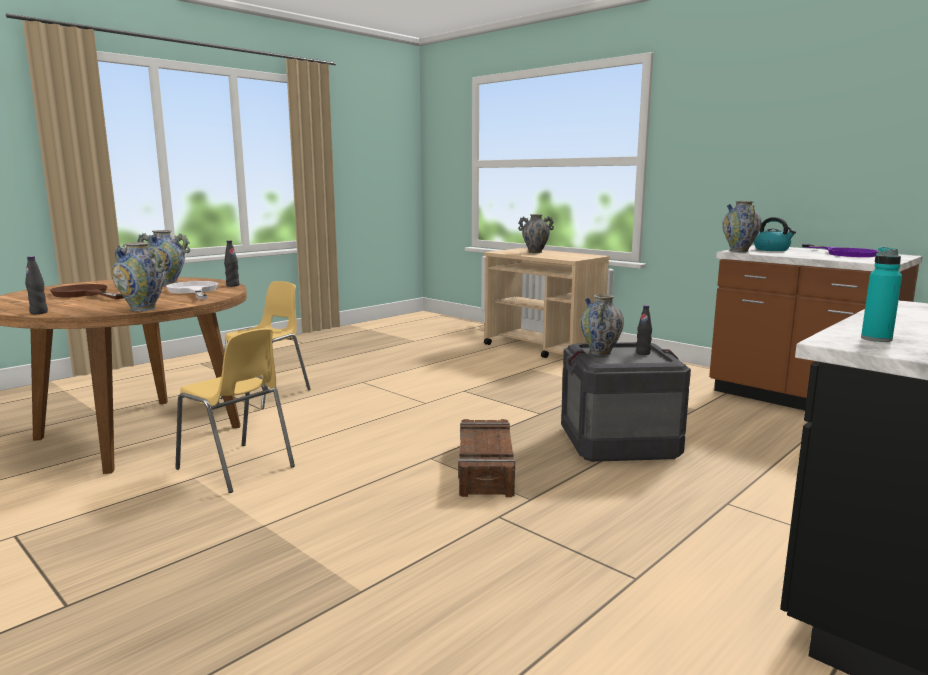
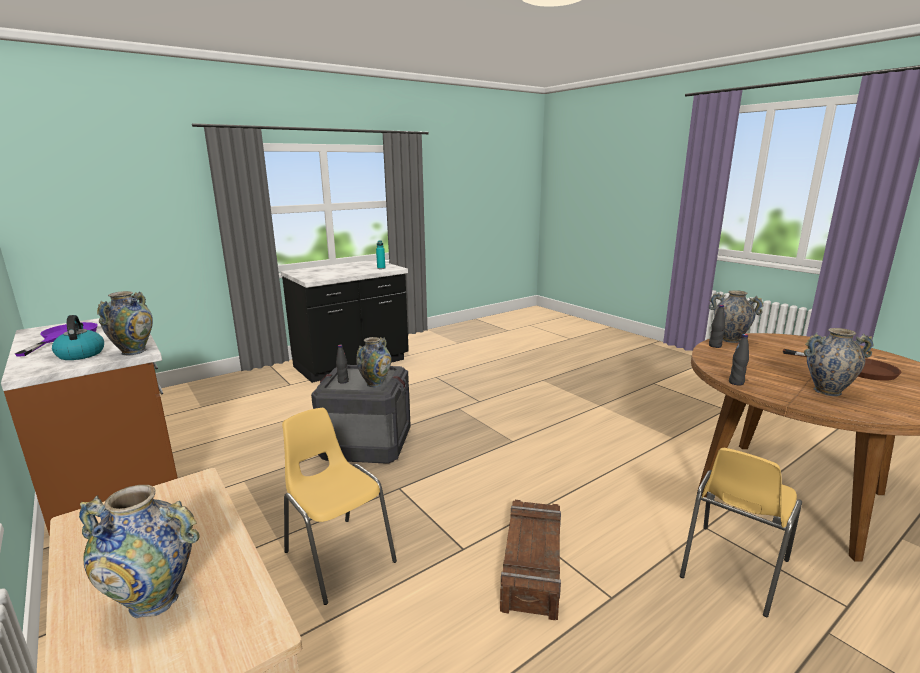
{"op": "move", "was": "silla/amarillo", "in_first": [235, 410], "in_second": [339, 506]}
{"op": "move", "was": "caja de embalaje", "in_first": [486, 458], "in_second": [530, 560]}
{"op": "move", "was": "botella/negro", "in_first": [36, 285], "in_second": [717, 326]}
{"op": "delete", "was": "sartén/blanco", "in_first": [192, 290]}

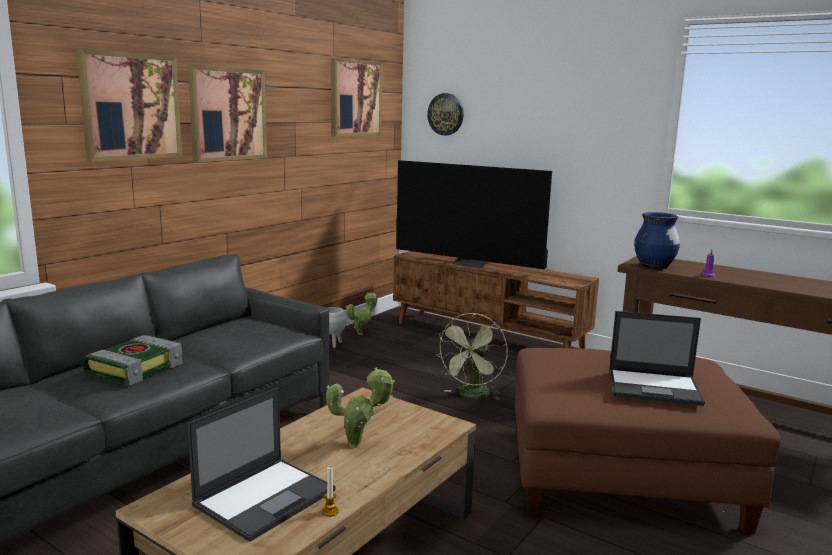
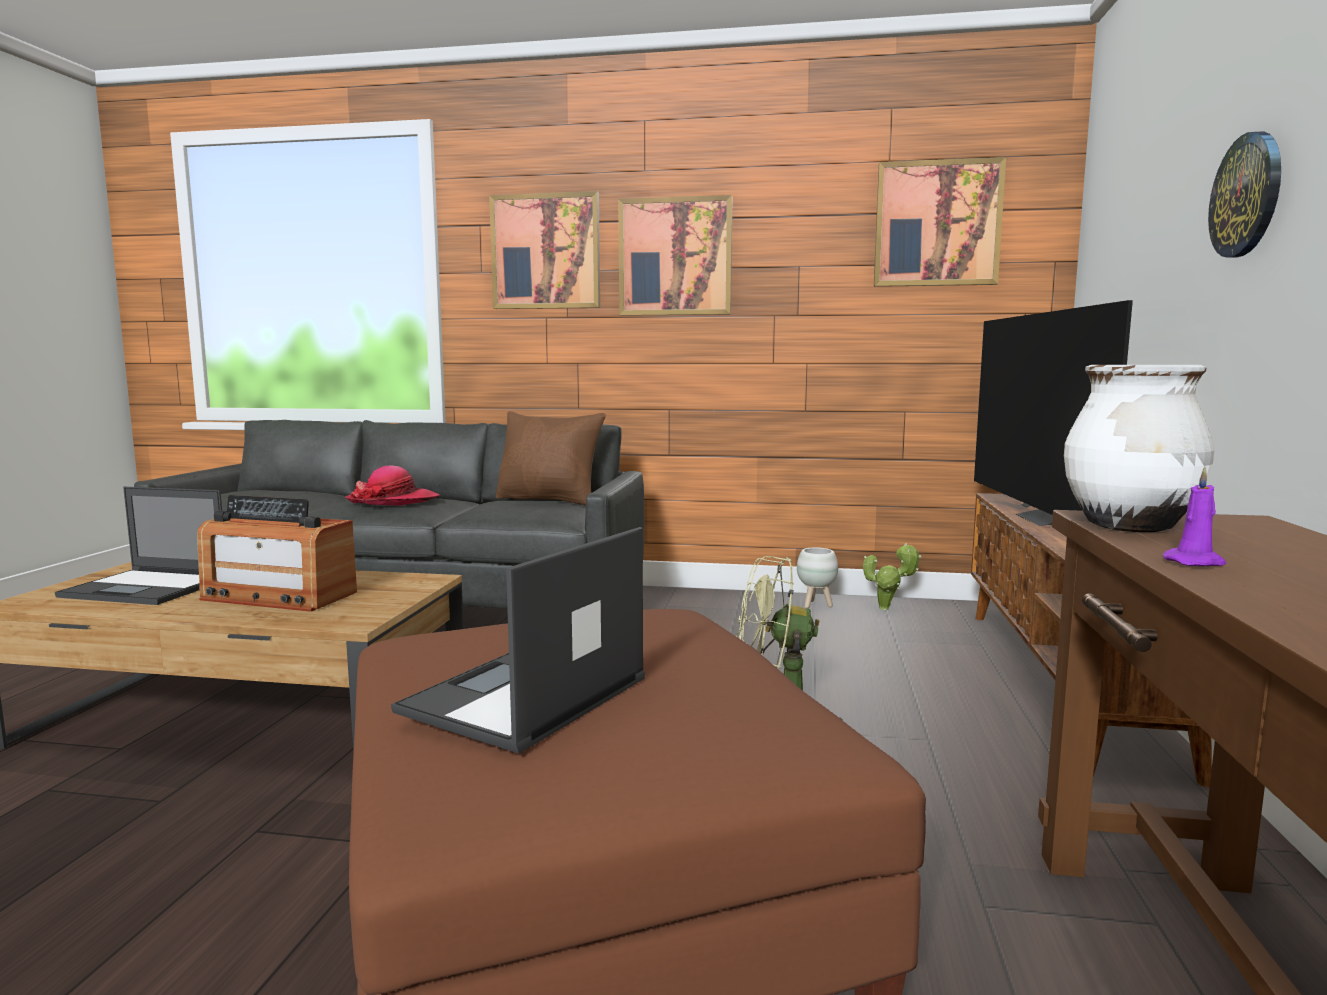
{"op": "replace", "was": "planta en maceta", "now": "radio", "in_first": [360, 407], "in_second": [277, 553]}
{"op": "replace", "was": "libro", "now": "sombrero", "in_first": [133, 360], "in_second": [392, 485]}
{"op": "rotate", "was": "portátil", "in_first": [657, 358], "in_second": [518, 640], "clockwise": 45}
{"op": "insert", "now": "cojín/marrón", "in_second": [550, 458]}
{"op": "recolor", "was": "florero/azul", "now": "florero/blanco", "in_first": [657, 241], "in_second": [1139, 448]}
{"op": "move", "was": "reloj de pared", "in_first": [445, 114], "in_second": [1244, 194]}
{"op": "delete", "was": "vela", "in_first": [330, 492]}

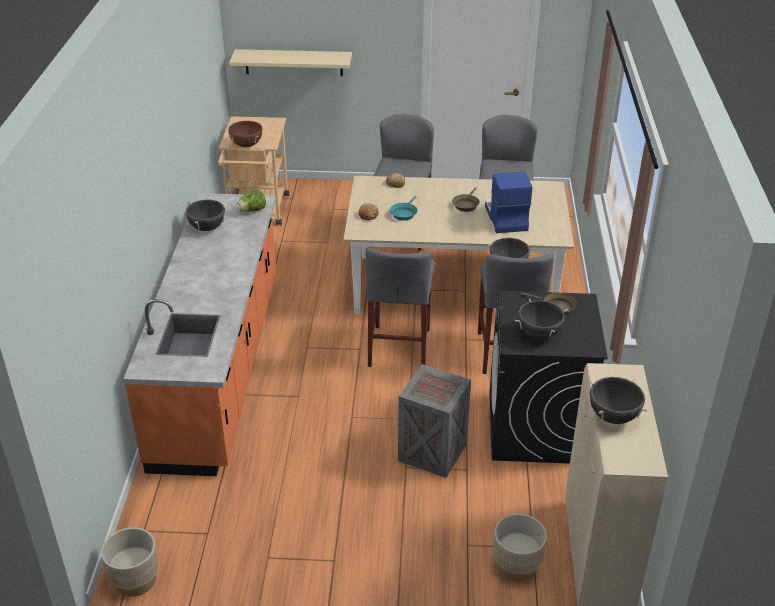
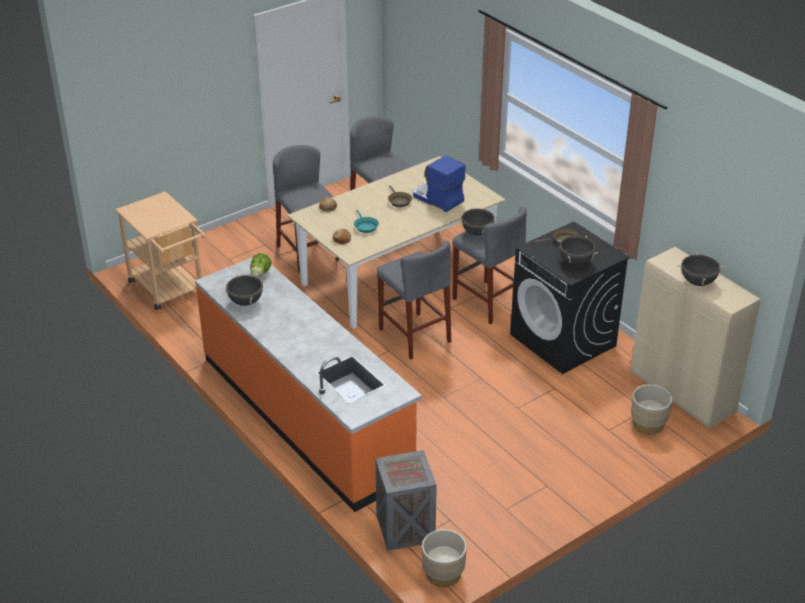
{"op": "move", "was": "caja de embalaje", "in_first": [434, 421], "in_second": [406, 500]}
{"op": "delete", "was": "olla/marrón", "in_first": [245, 134]}
{"op": "delete", "was": "estante/beis", "in_first": [290, 62]}

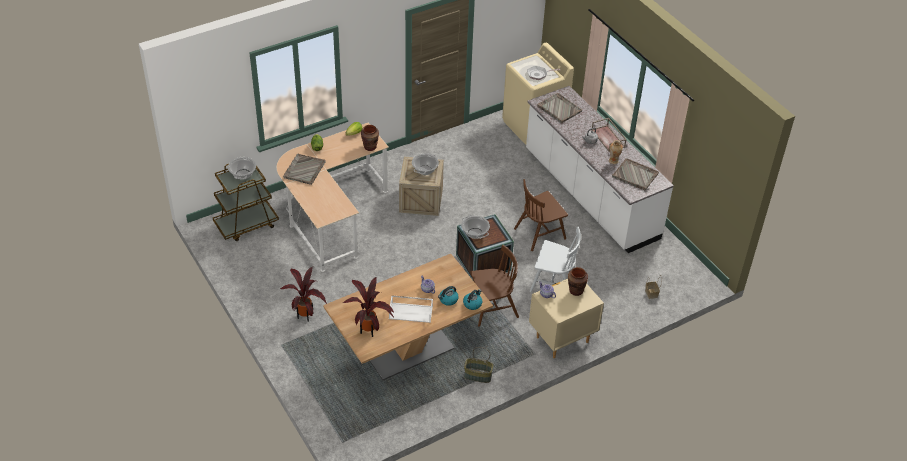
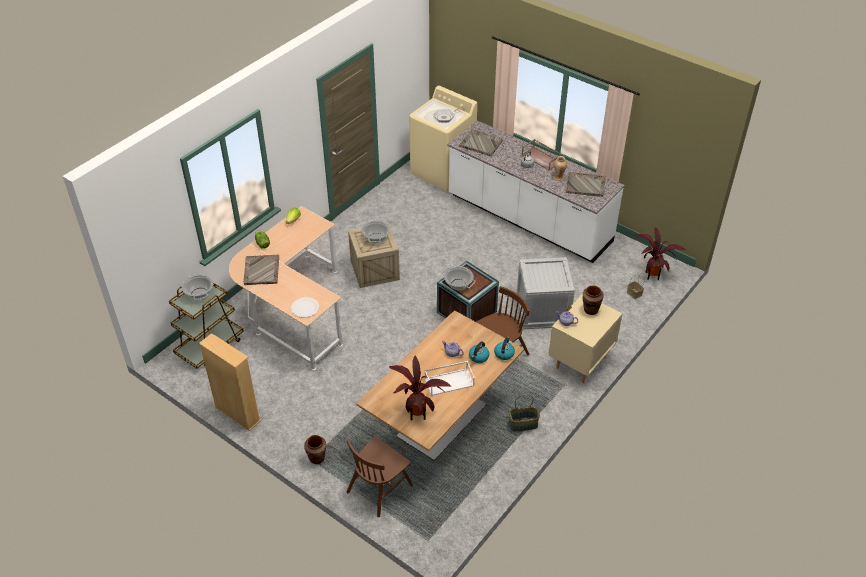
{"op": "insert", "now": "estantería/beis", "in_second": [230, 382]}
{"op": "insert", "now": "plato/blanco", "in_second": [305, 307]}
{"op": "move", "was": "florero/marrón", "in_first": [370, 138], "in_second": [315, 449]}
{"op": "move", "was": "silla/marrón", "in_first": [541, 215], "in_second": [379, 476]}
{"op": "replace", "was": "silla/blanco", "now": "caja de embalaje", "in_first": [555, 259], "in_second": [546, 293]}
{"op": "move", "was": "planta en maceta", "in_first": [303, 294], "in_second": [661, 253]}

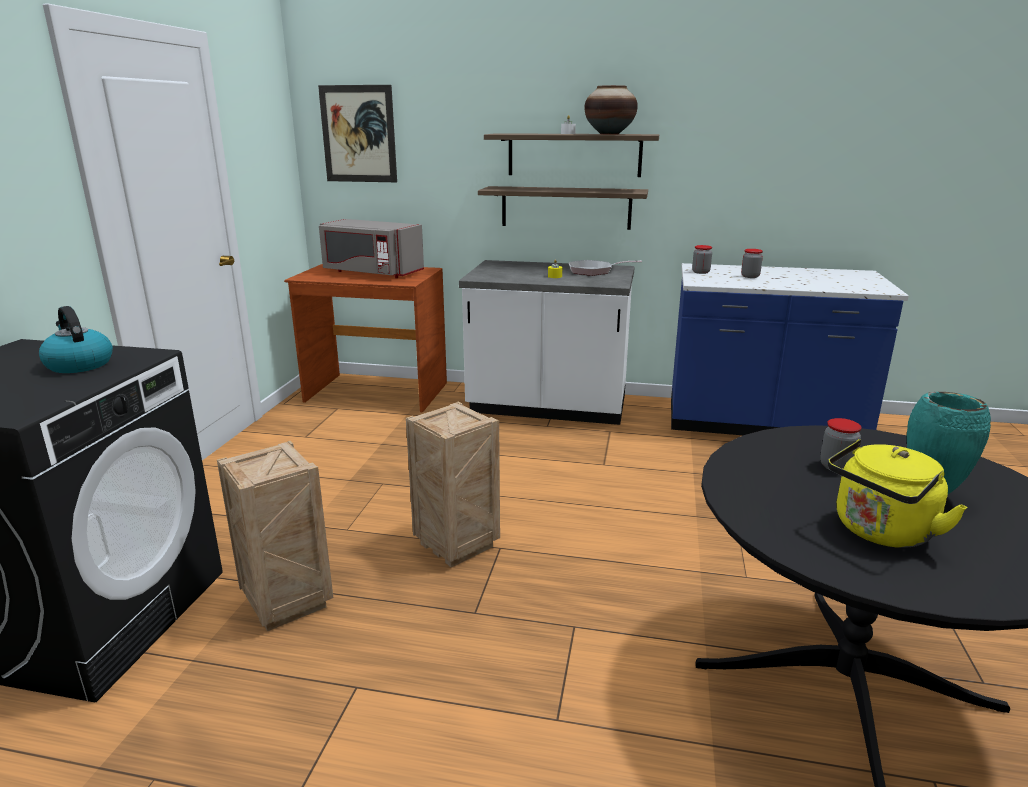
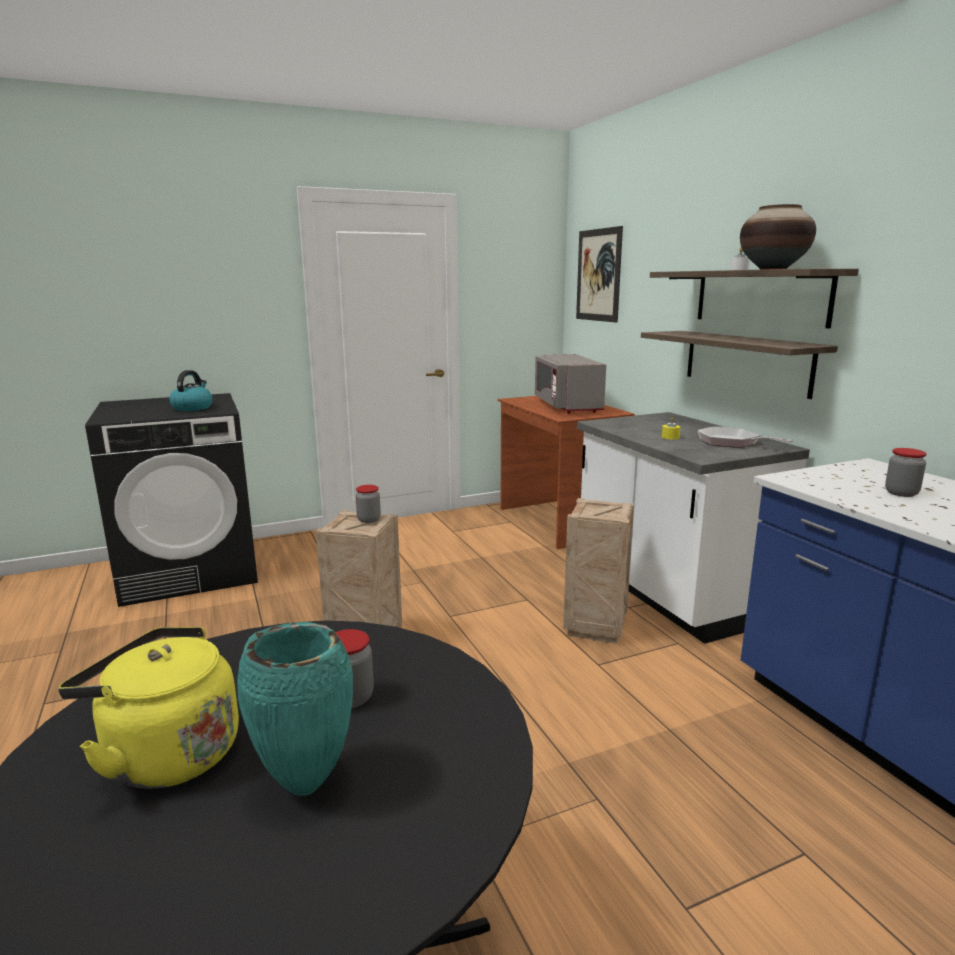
{"op": "move", "was": "tarro", "in_first": [702, 259], "in_second": [368, 504]}
{"op": "move", "was": "caja de embalaje", "in_first": [275, 536], "in_second": [598, 570]}

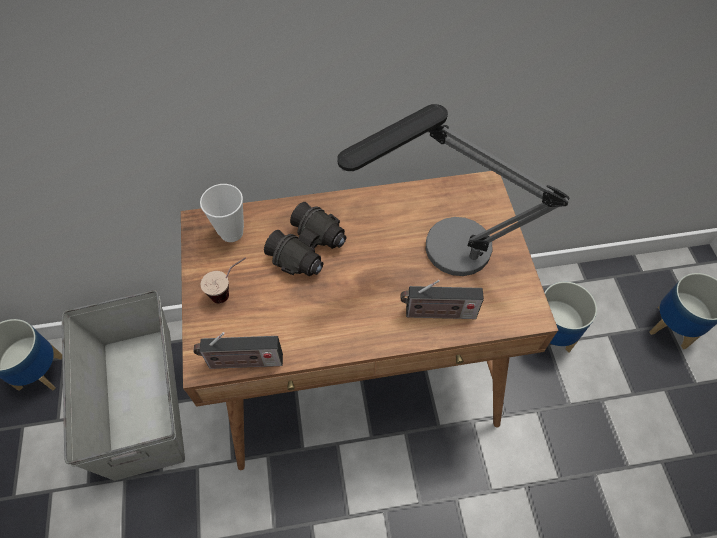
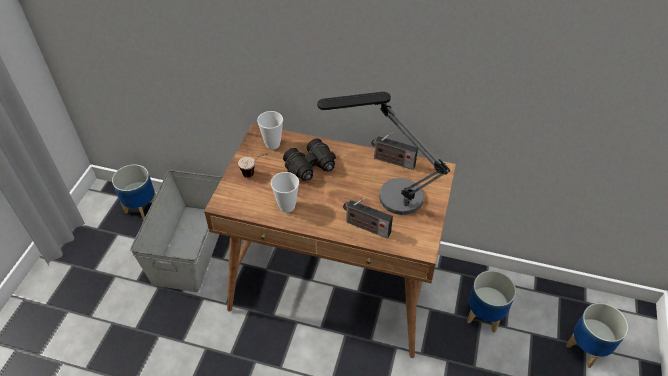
{"op": "insert", "now": "taza", "in_second": [285, 192]}
{"op": "move", "was": "radio", "in_first": [238, 350], "in_second": [394, 151]}

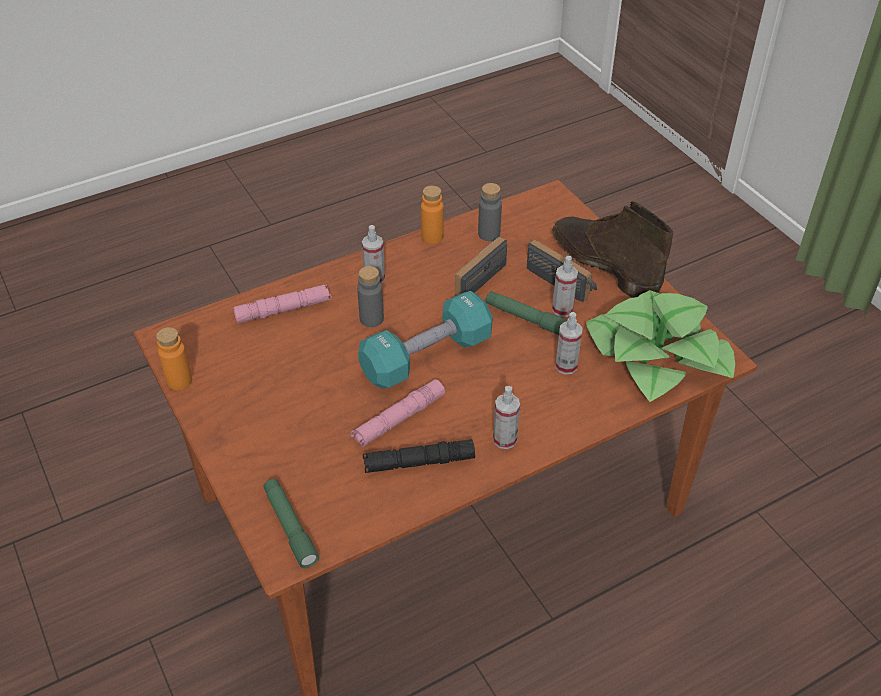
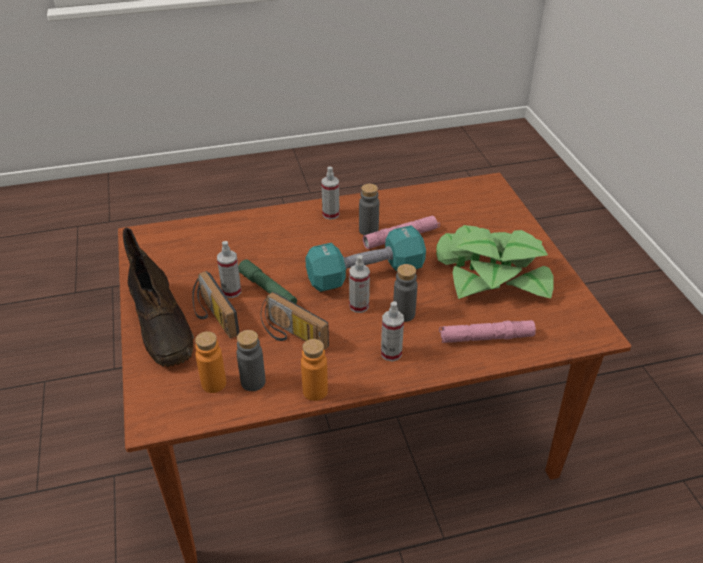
{"op": "move", "was": "botella/naranja", "in_first": [174, 358], "in_second": [210, 362]}
{"op": "rotate", "was": "radio", "in_first": [481, 266], "in_second": [295, 321], "clockwise": 75}
{"op": "move", "was": "pulverizador", "in_first": [568, 343], "in_second": [359, 284]}
{"op": "insert", "now": "botella/gris", "in_second": [369, 209]}
{"op": "move", "was": "planta en maceta", "in_first": [660, 346], "in_second": [495, 262]}
{"op": "delete", "was": "linterna/verde", "in_first": [291, 523]}
{"op": "delete", "was": "linterna/negro", "in_first": [419, 456]}

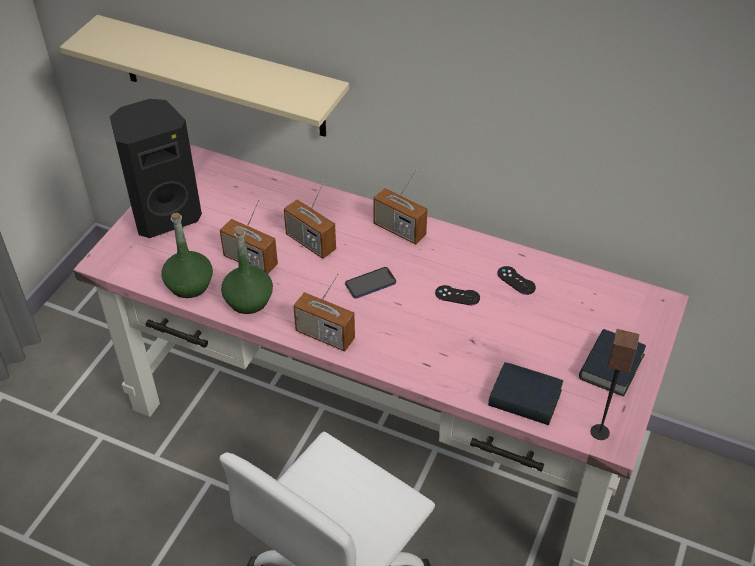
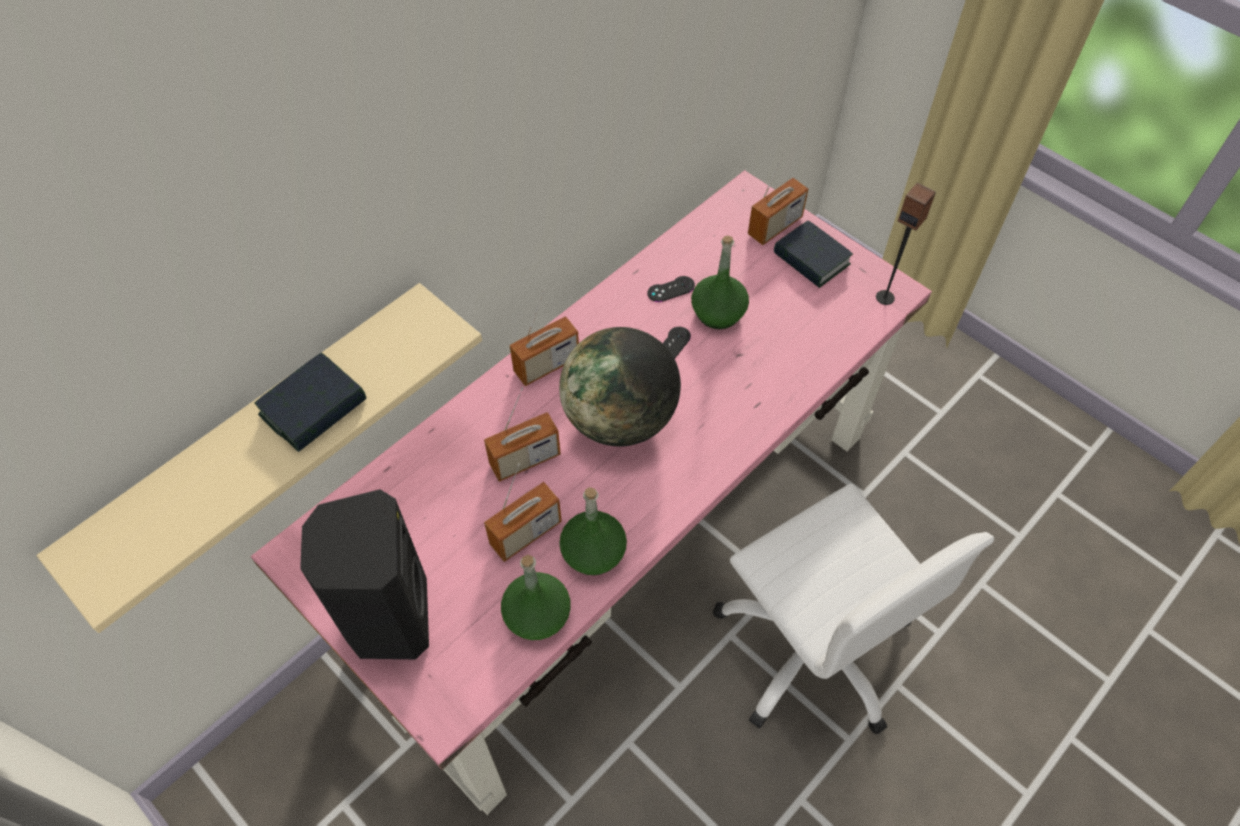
{"op": "move", "was": "libro", "in_first": [525, 393], "in_second": [310, 402]}
{"op": "replace", "was": "móvil", "now": "globo terráqueo", "in_first": [370, 283], "in_second": [620, 386]}
{"op": "insert", "now": "botella/verde", "in_second": [720, 282]}
{"op": "move", "was": "radio", "in_first": [324, 312], "in_second": [778, 197]}

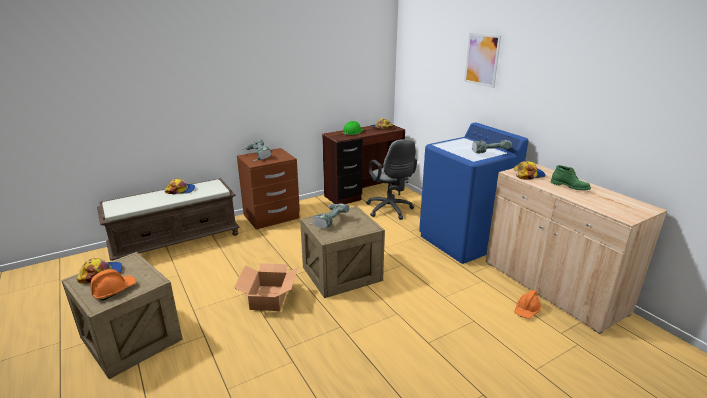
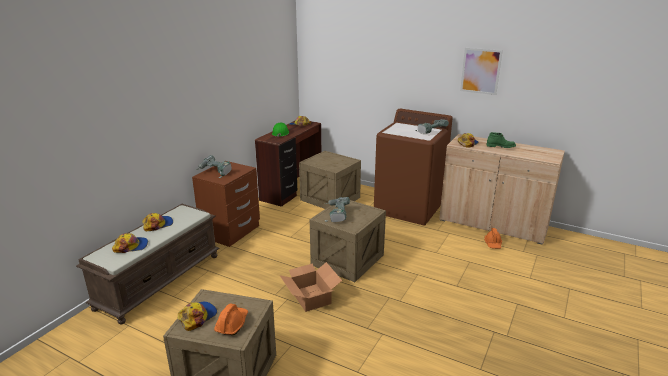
{"op": "insert", "now": "gorra", "in_second": [130, 243]}
{"op": "replace", "was": "silla de oficina/gris", "now": "caja de embalaje", "in_first": [391, 179], "in_second": [330, 180]}
{"op": "recolor", "was": "lavadora/azul", "now": "lavadora/marrón", "in_first": [474, 193], "in_second": [413, 167]}
{"op": "move", "was": "cuadro", "in_first": [482, 60], "in_second": [481, 71]}

